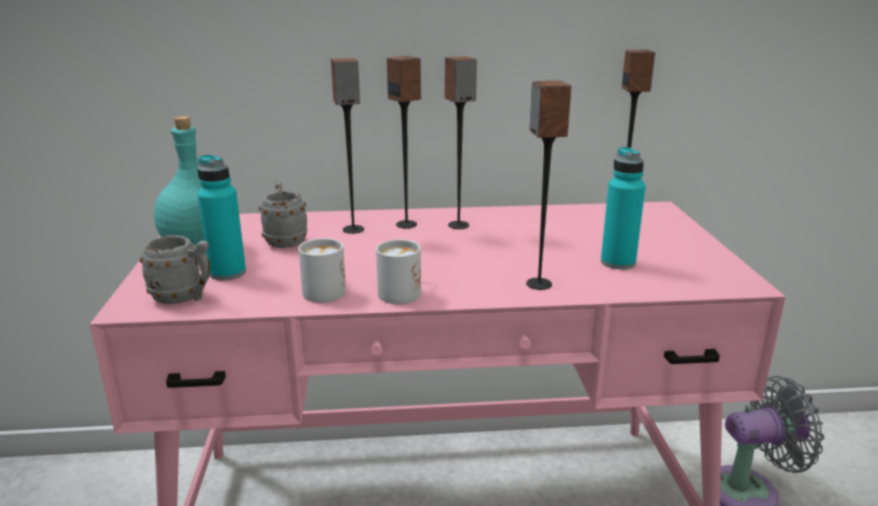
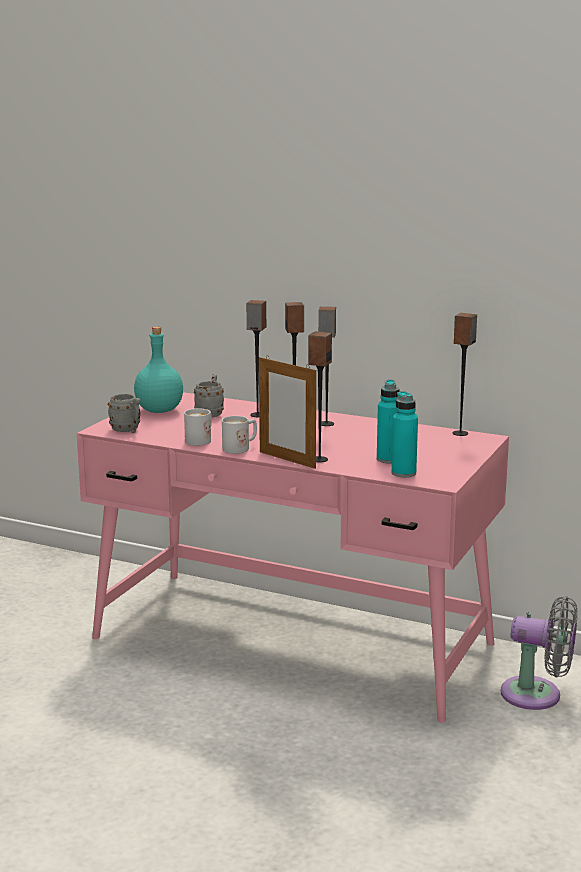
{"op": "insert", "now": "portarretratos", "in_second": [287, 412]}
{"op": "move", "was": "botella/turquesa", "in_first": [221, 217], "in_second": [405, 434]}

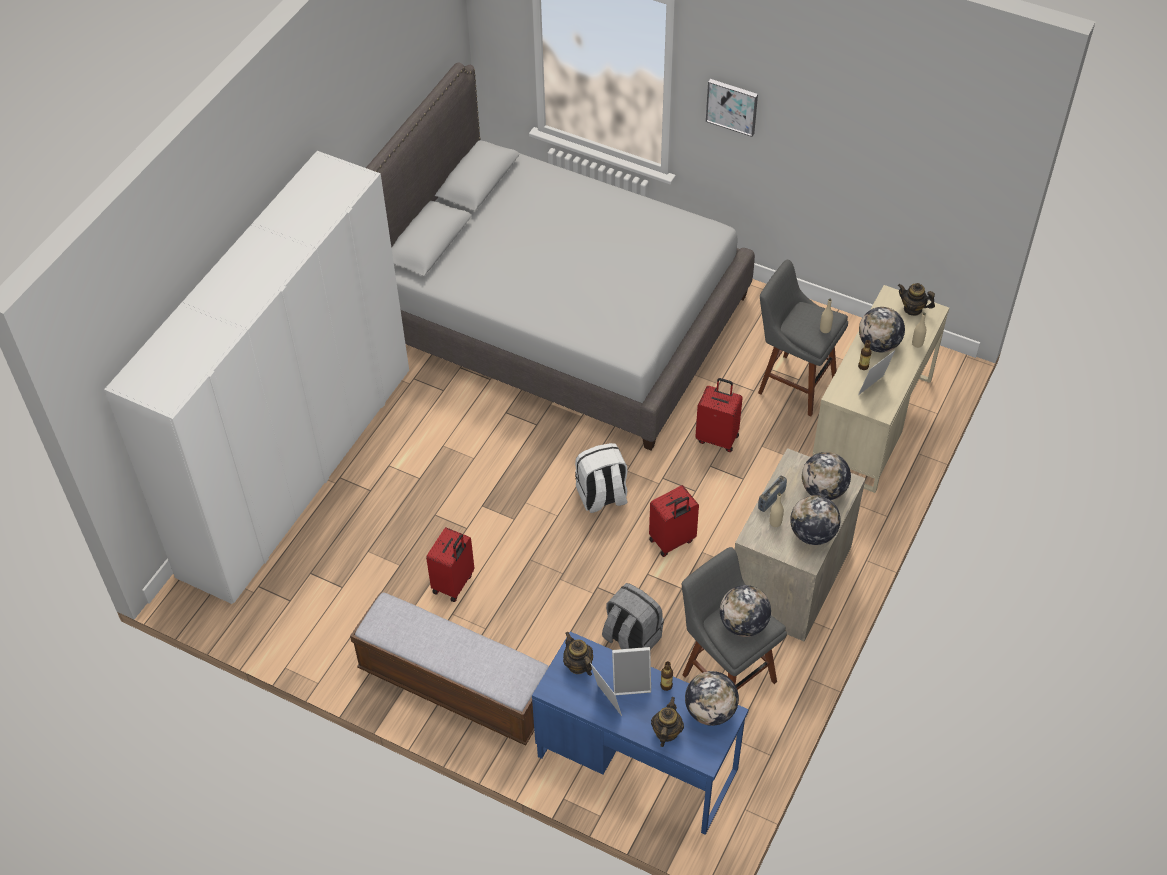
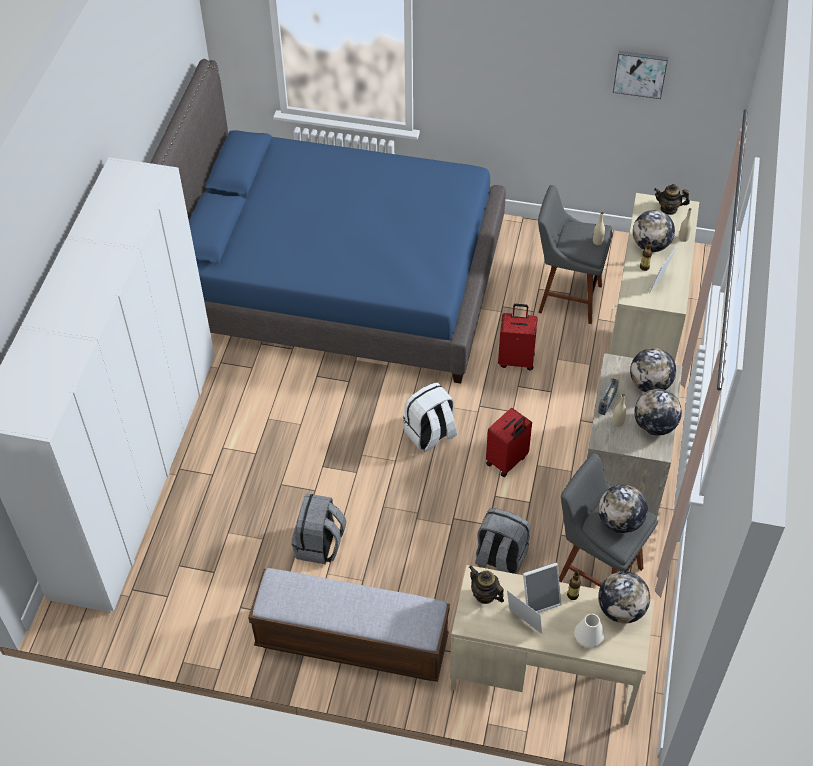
{"op": "recolor", "was": "cama/gris", "now": "cama/azul", "in_first": [560, 256], "in_second": [328, 221]}
{"op": "replace", "was": "maleta/rojo", "now": "mochila/gris", "in_first": [450, 564], "in_second": [319, 529]}
{"op": "recolor", "was": "escritorio/azul", "now": "escritorio/beis", "in_first": [640, 733], "in_second": [552, 645]}
{"op": "replace", "was": "tetera", "now": "florero/blanco", "in_first": [667, 722], "in_second": [589, 631]}
{"op": "move", "was": "cuadro", "in_first": [732, 108], "in_second": [640, 75]}

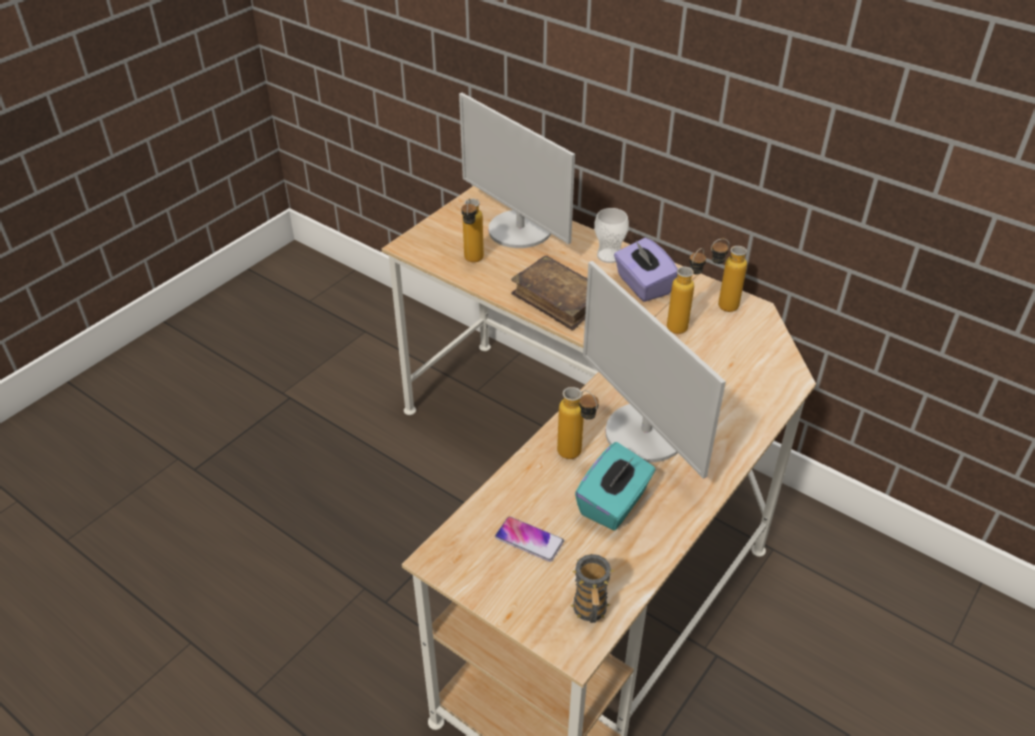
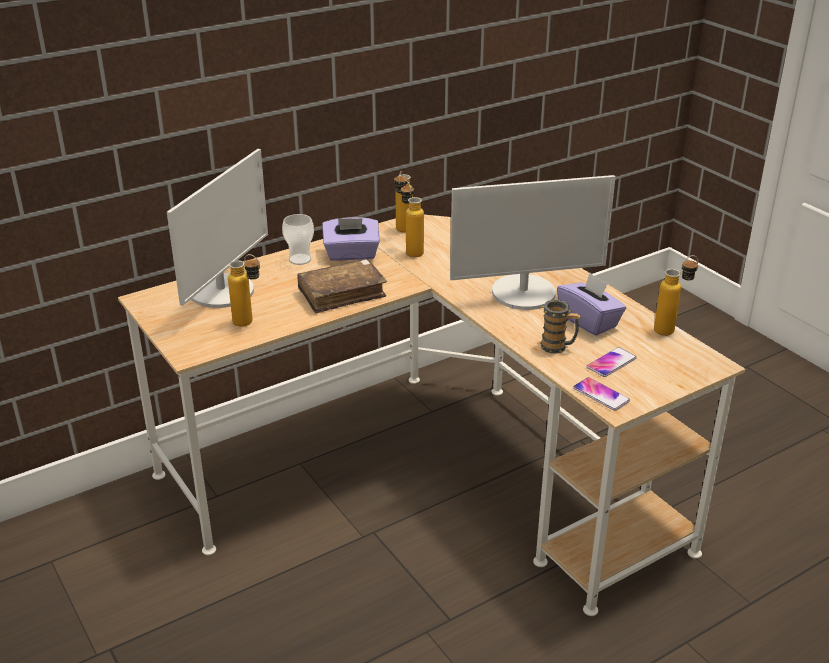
{"op": "rotate", "was": "monitor", "in_first": [517, 170], "in_second": [217, 228], "clockwise": -45}
{"op": "move", "was": "taza grande", "in_first": [592, 588], "in_second": [560, 326]}
{"op": "recolor", "was": "caja de pañuelos/turquesa", "now": "caja de pañuelos/morado", "in_first": [615, 486], "in_second": [591, 304]}
{"op": "insert", "now": "móvil", "in_second": [601, 394]}
{"op": "move", "was": "botella", "in_first": [578, 423], "in_second": [676, 295]}

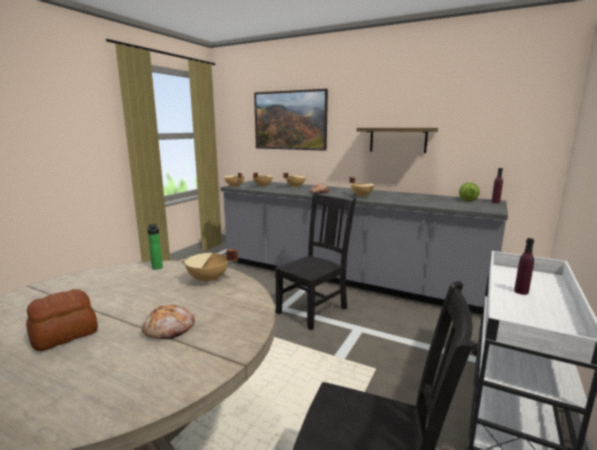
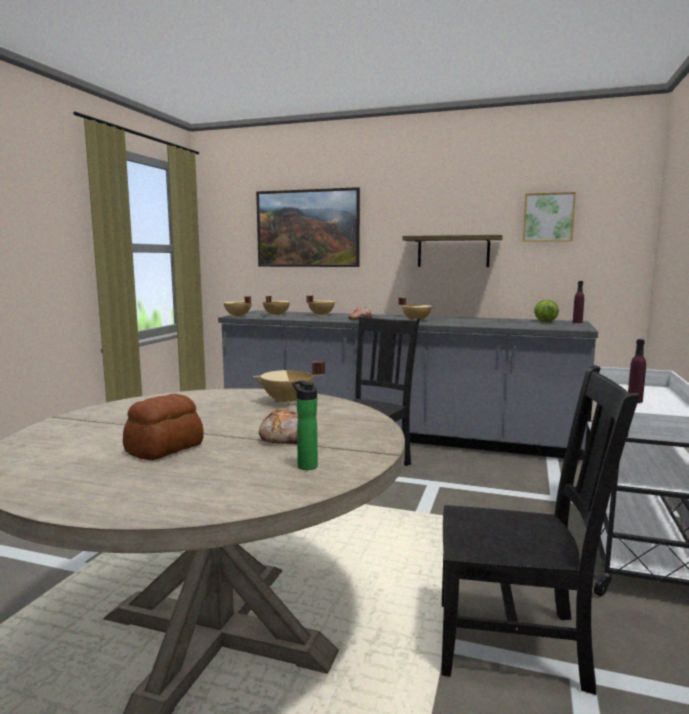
{"op": "move", "was": "botella", "in_first": [155, 247], "in_second": [305, 425]}
{"op": "insert", "now": "cuadro", "in_second": [549, 217]}

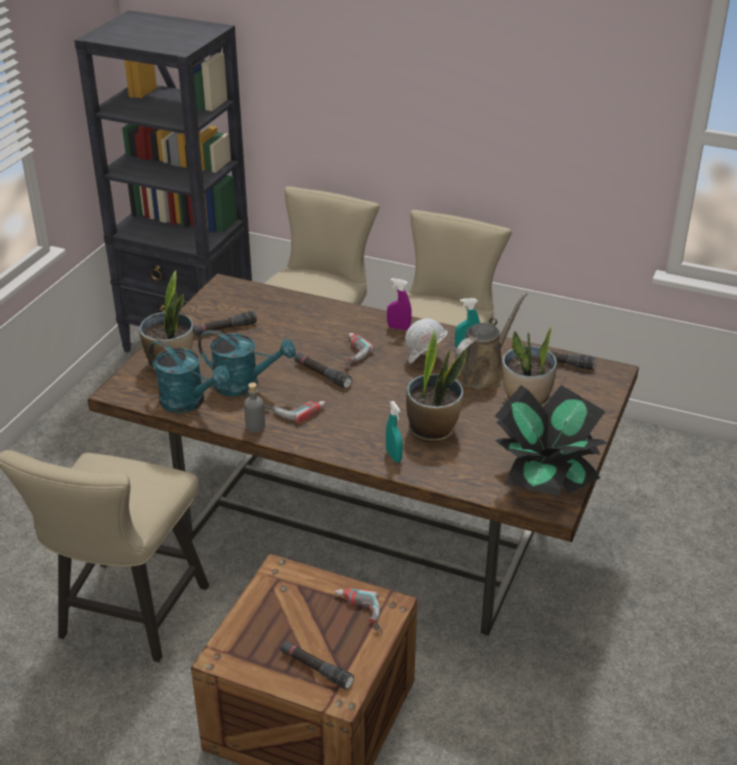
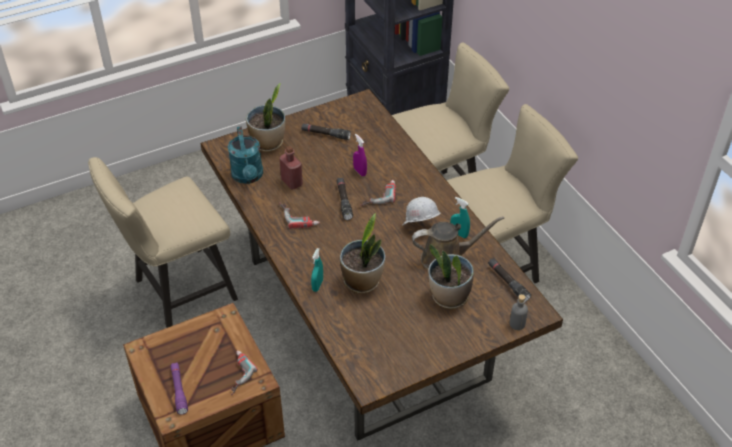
{"op": "recolor", "was": "linterna/negro", "now": "linterna/morado", "in_first": [317, 664], "in_second": [179, 388]}
{"op": "replace", "was": "regadera/turquesa", "now": "botella/rojo", "in_first": [247, 363], "in_second": [291, 168]}
{"op": "move", "was": "pulverizador/morado", "in_first": [399, 304], "in_second": [360, 155]}
{"op": "move", "was": "botella/gris", "in_first": [254, 407], "in_second": [519, 312]}
{"op": "delete", "was": "planta en maceta", "in_first": [551, 440]}

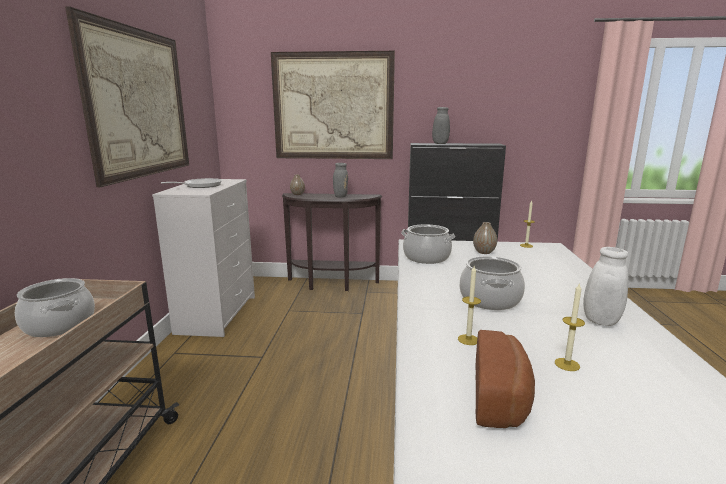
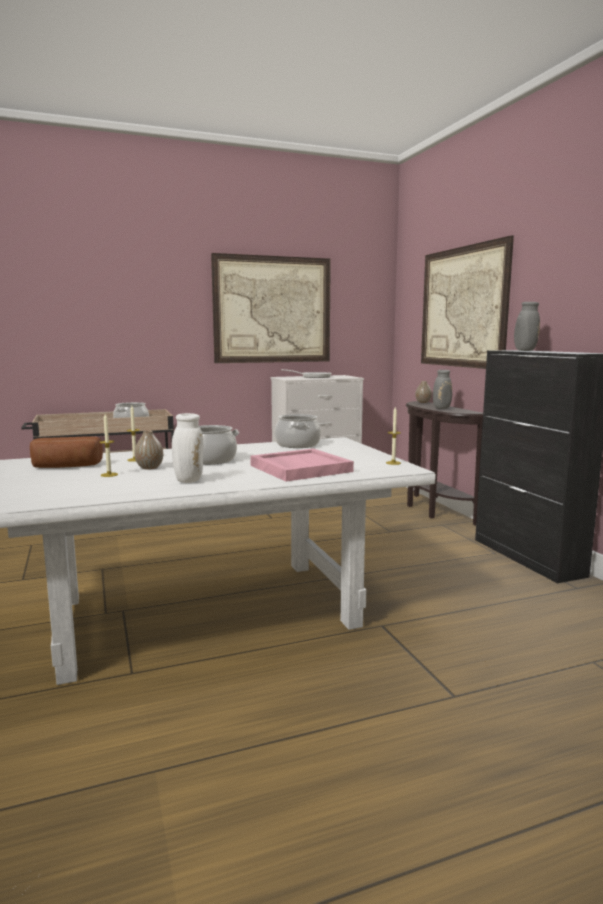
{"op": "move", "was": "florero", "in_first": [485, 238], "in_second": [148, 450]}
{"op": "insert", "now": "bandeja/rosa", "in_second": [302, 465]}

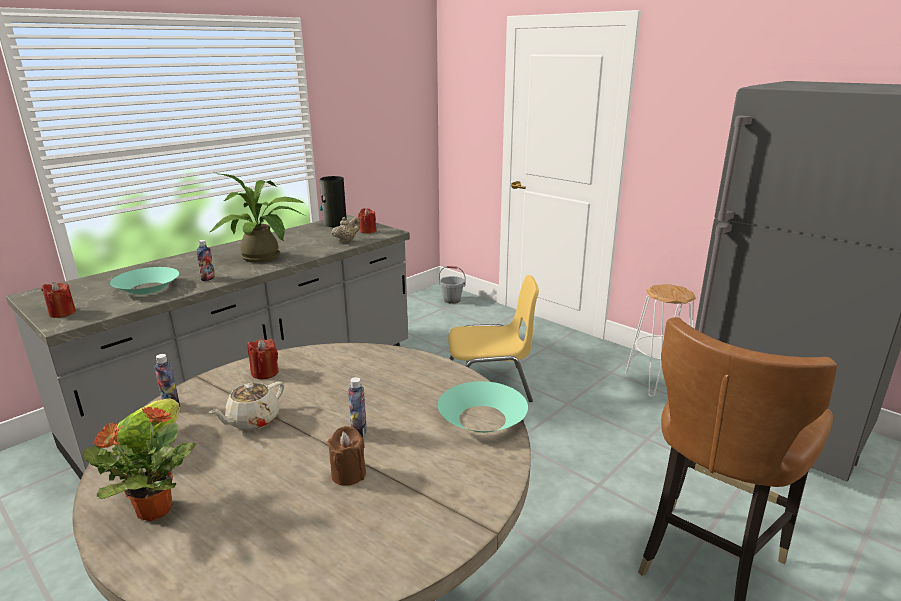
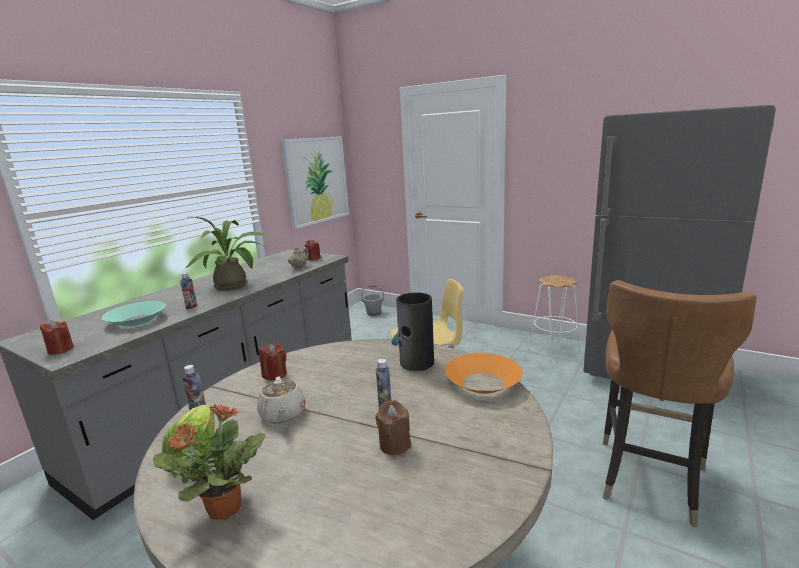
{"op": "rotate", "was": "tetera/beis", "in_first": [246, 406], "in_second": [281, 400], "clockwise": -45}
{"op": "insert", "now": "cuadro", "in_second": [315, 182]}
{"op": "move", "was": "florero", "in_first": [333, 201], "in_second": [413, 331]}
{"op": "recolor", "was": "cuenco/turquesa", "now": "cuenco/naranja", "in_first": [483, 407], "in_second": [484, 373]}

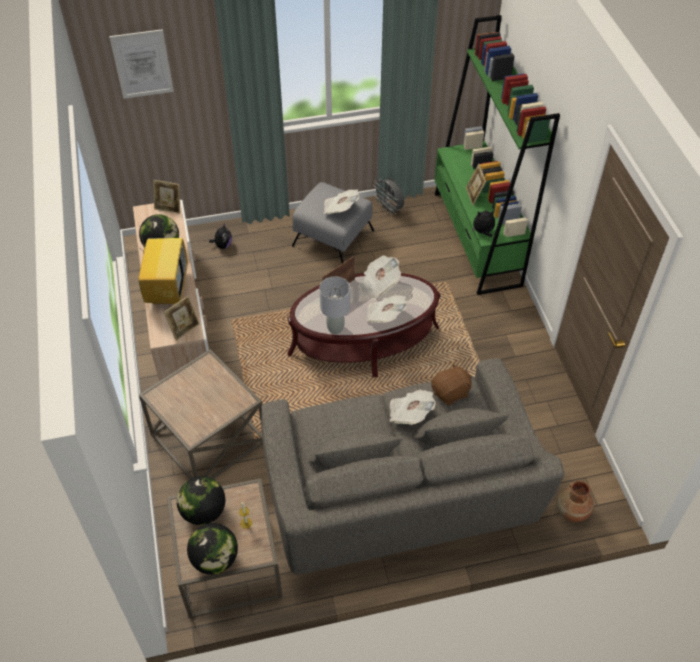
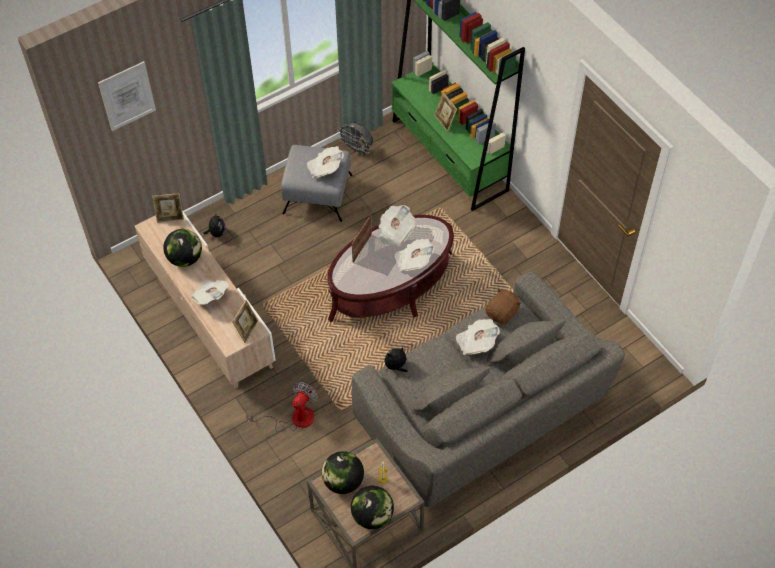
{"op": "replace", "was": "televisor", "now": "periódico", "in_first": [161, 263], "in_second": [209, 292]}
{"op": "replace", "was": "mesa auxiliar/marrón", "now": "ventilador", "in_first": [201, 414], "in_second": [282, 407]}
{"op": "move", "was": "peluche", "in_first": [484, 224], "in_second": [396, 359]}
{"op": "delete", "was": "lámpara de mesa/gris", "in_first": [334, 305]}
{"op": "delete", "was": "florero/marrón", "in_first": [575, 501]}

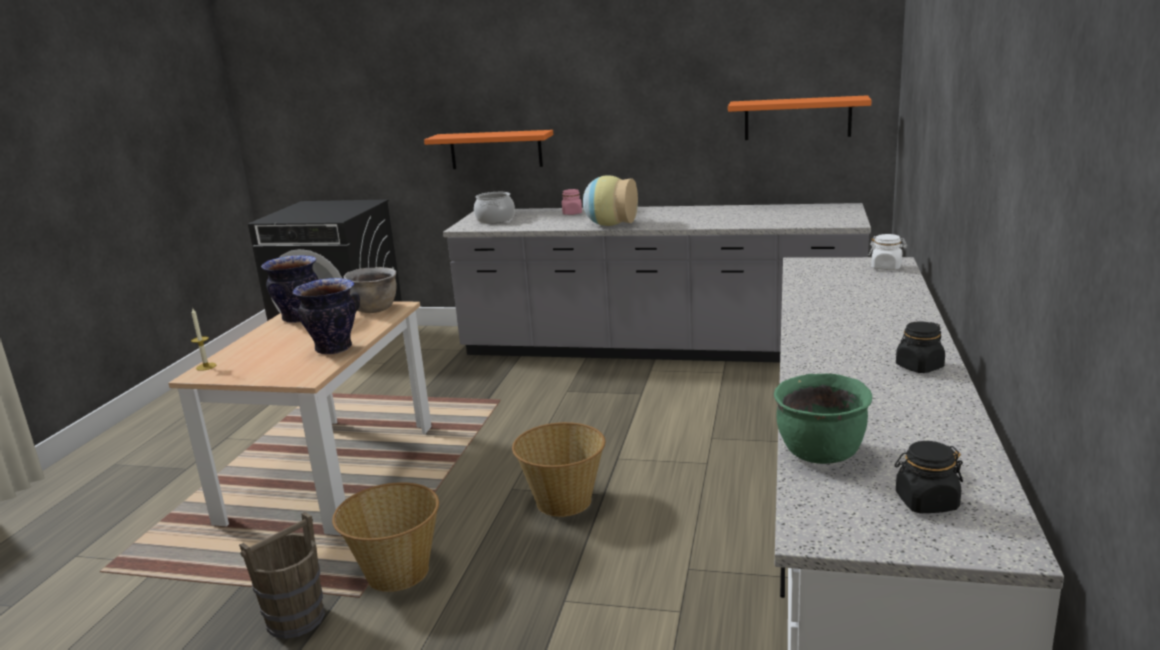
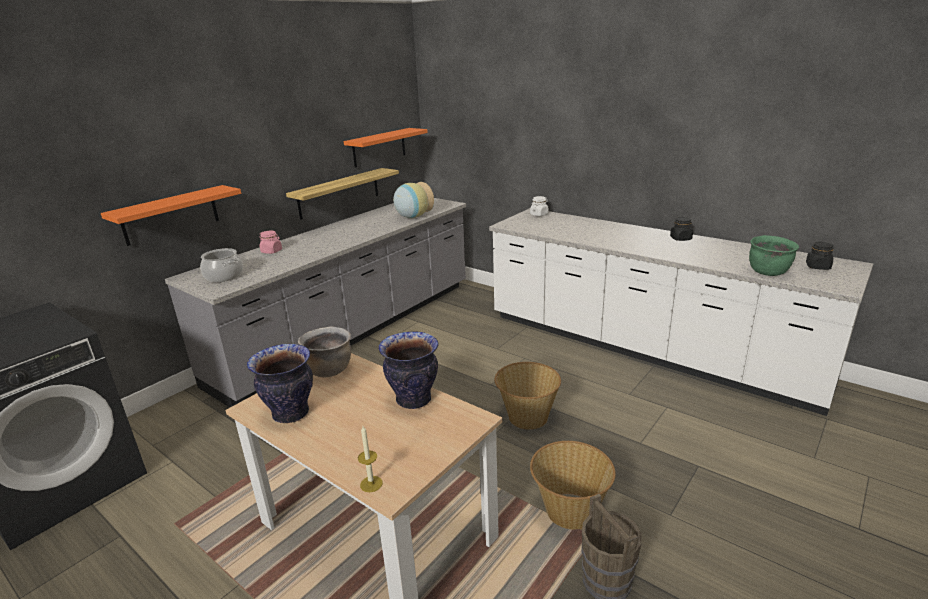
{"op": "insert", "now": "estante", "in_second": [342, 194]}
{"op": "move", "was": "florero", "in_first": [610, 200], "in_second": [413, 200]}

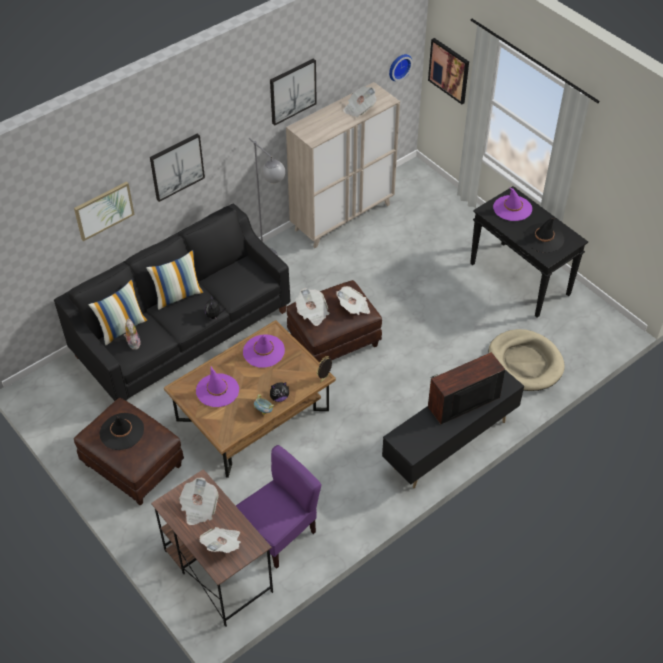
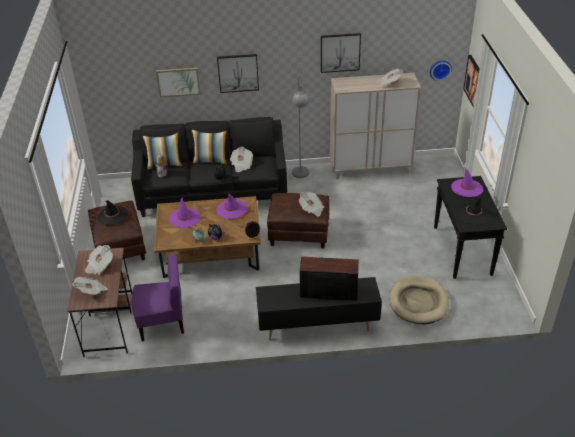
{"op": "move", "was": "periódico", "in_first": [312, 307], "in_second": [241, 159]}

